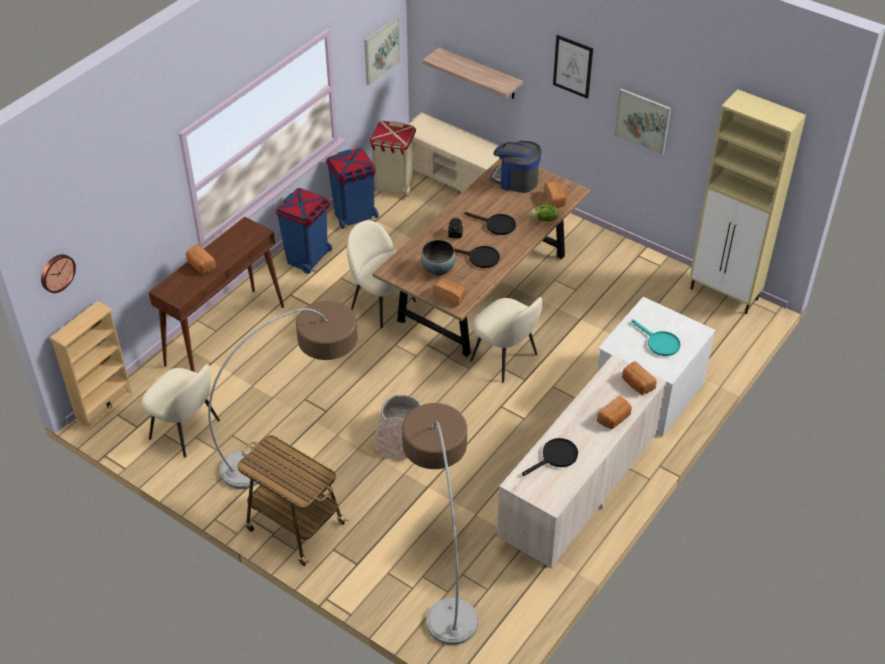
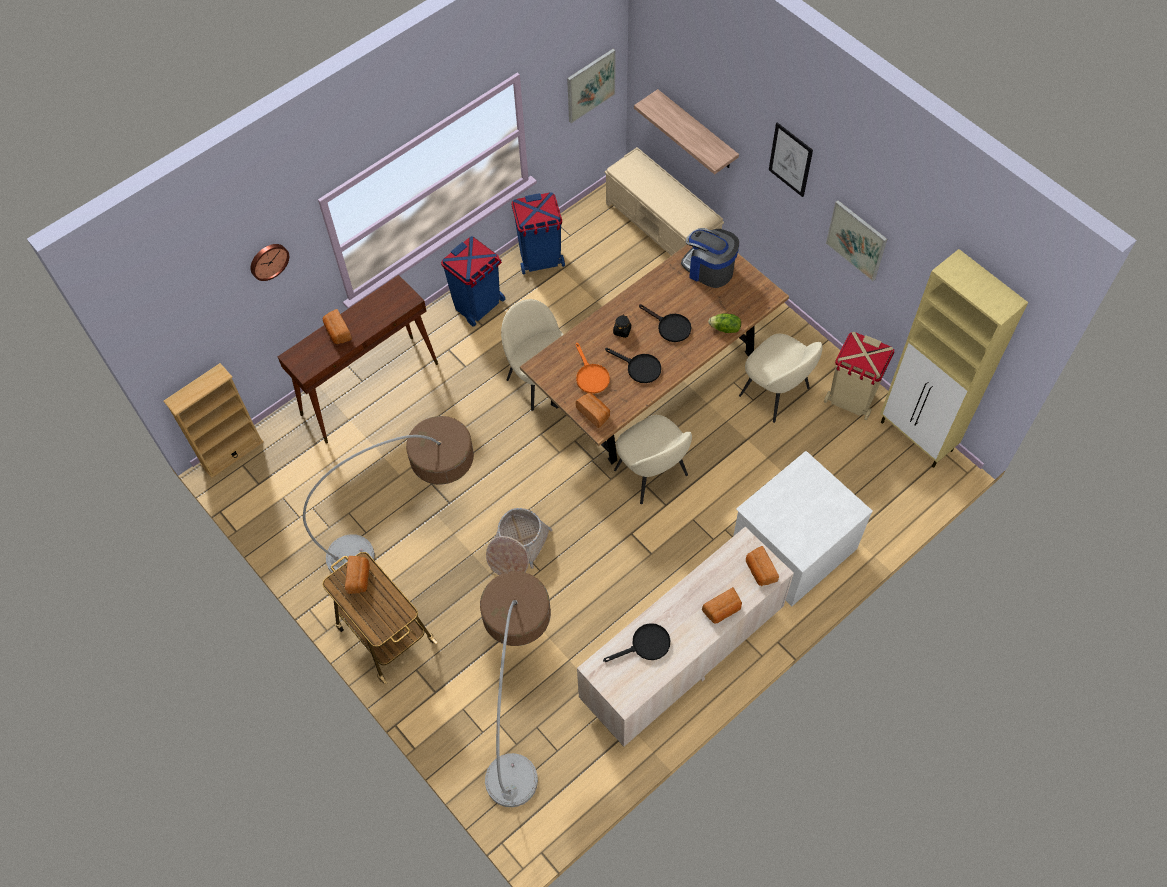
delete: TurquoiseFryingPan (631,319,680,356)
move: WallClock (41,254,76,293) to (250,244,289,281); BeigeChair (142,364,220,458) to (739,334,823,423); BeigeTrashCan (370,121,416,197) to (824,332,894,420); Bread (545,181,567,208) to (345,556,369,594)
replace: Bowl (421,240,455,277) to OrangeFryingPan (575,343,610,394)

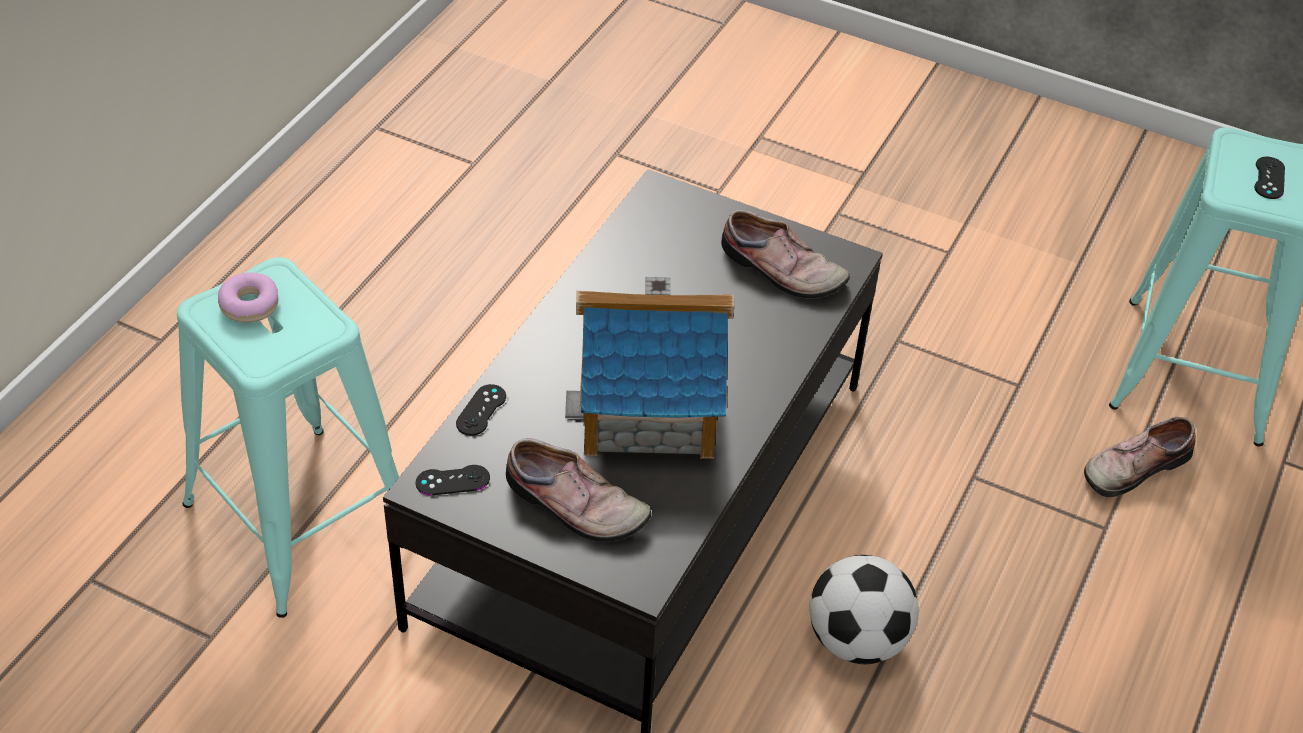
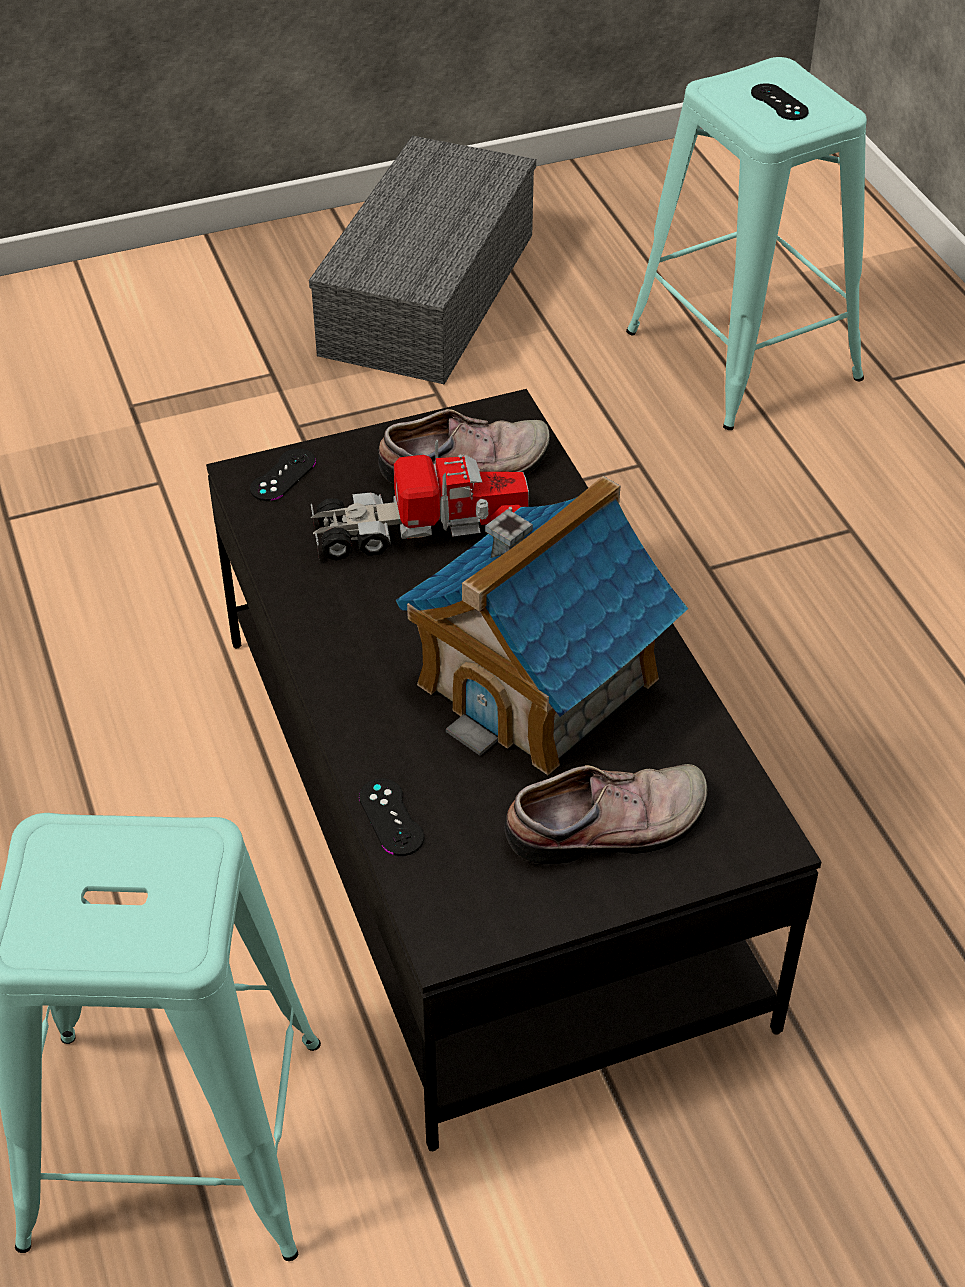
delete: Donut (218,272,279,323); Football (809,555,919,664); Shoe (1084,417,1196,497)
insert: GreyStorageBox (309,136,536,384); ToyTruck (311,440,529,561)
move: BlackGameController (416,465,490,495) to (250,448,316,501)

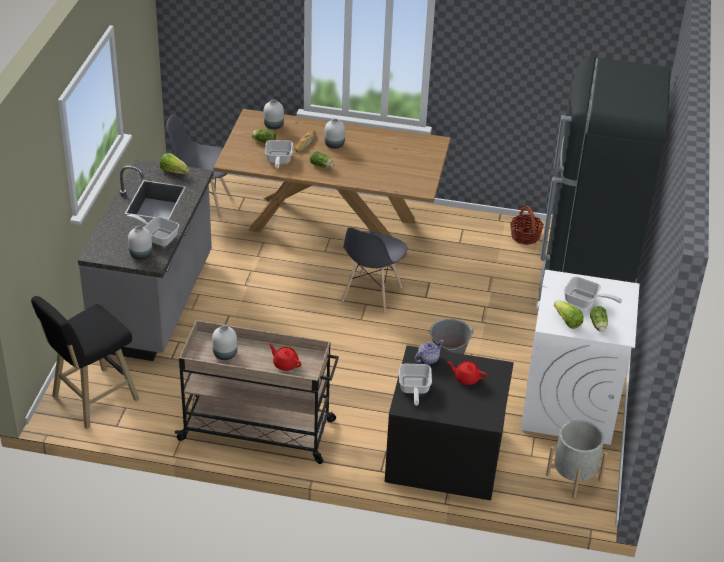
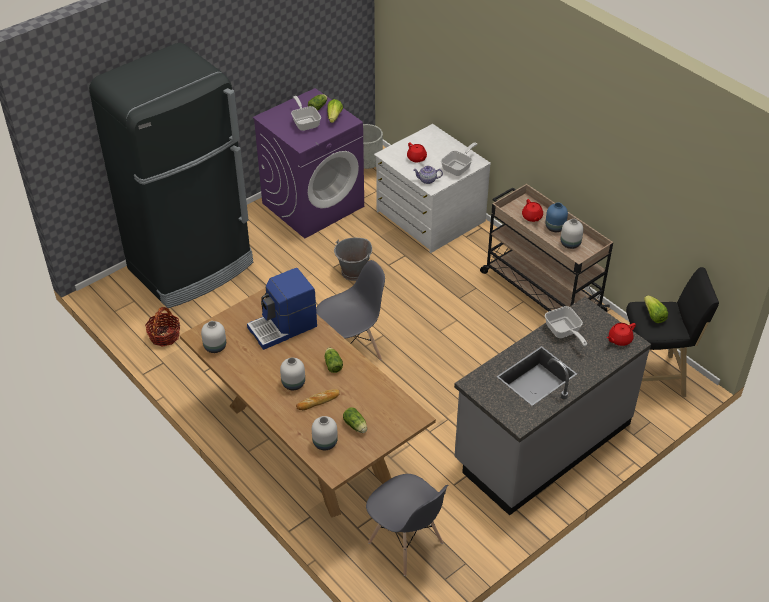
delete: FryingPan (265,140,293,169)
insert: CoffeeMachine (247,268,317,350); BlueVase (545,203,568,232); RedTeapot (607,323,636,346)
move: WhiteVase (128,226,153,260) to (201,321,226,353); Lettuce (160,153,189,174) to (644,295,668,323)
recolor: BlackDresser (385,345,514,500) to WhiteDresser (374,124,491,253); WhiteWashingMachine (521,270,640,445) to PurpleWashingMachine (253,88,364,238)

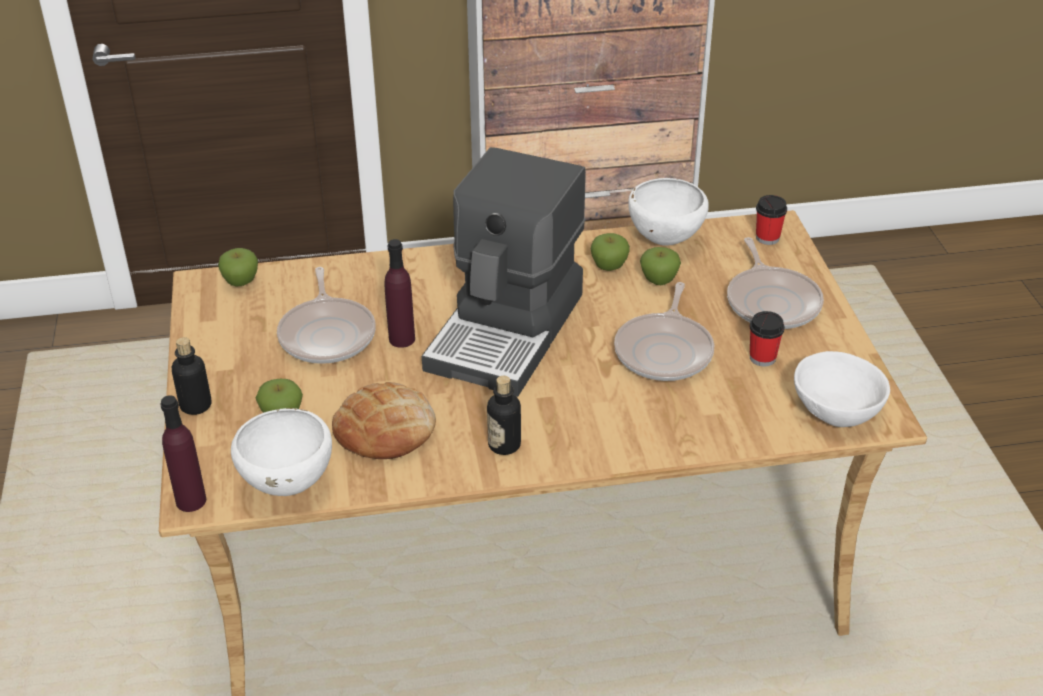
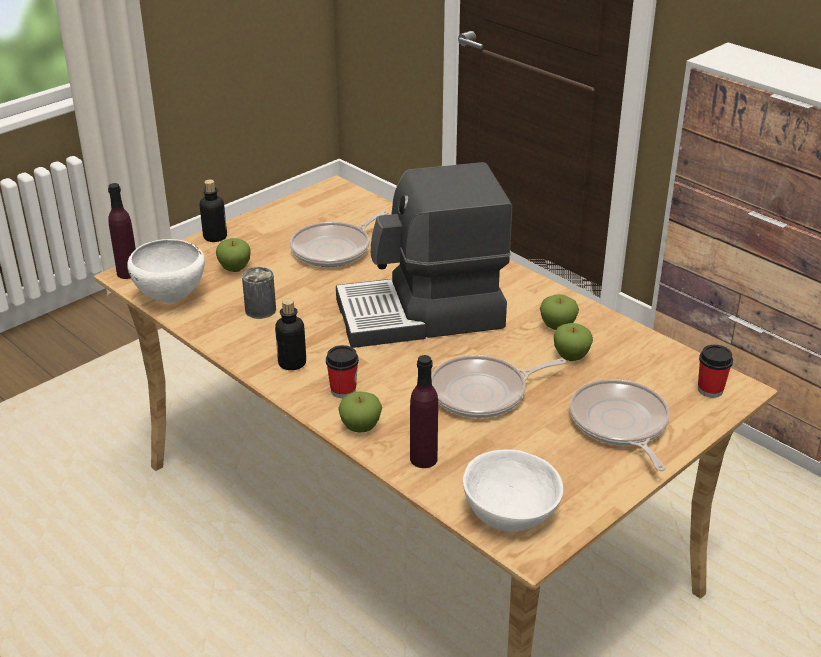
delete: WhiteBowl (628,178,709,246)
move: Apple (218,248,258,286) to (338,392,382,433); PurpleBottle (384,239,415,348) to (410,355,438,468); Cup (749,311,785,366) to (326,345,359,398)
replace: Bread (332,382,436,459) to Can (242,267,276,319)
rotate: FryingPan (727,237,824,329) = (569,379,670,471) 120 degrees clockwise

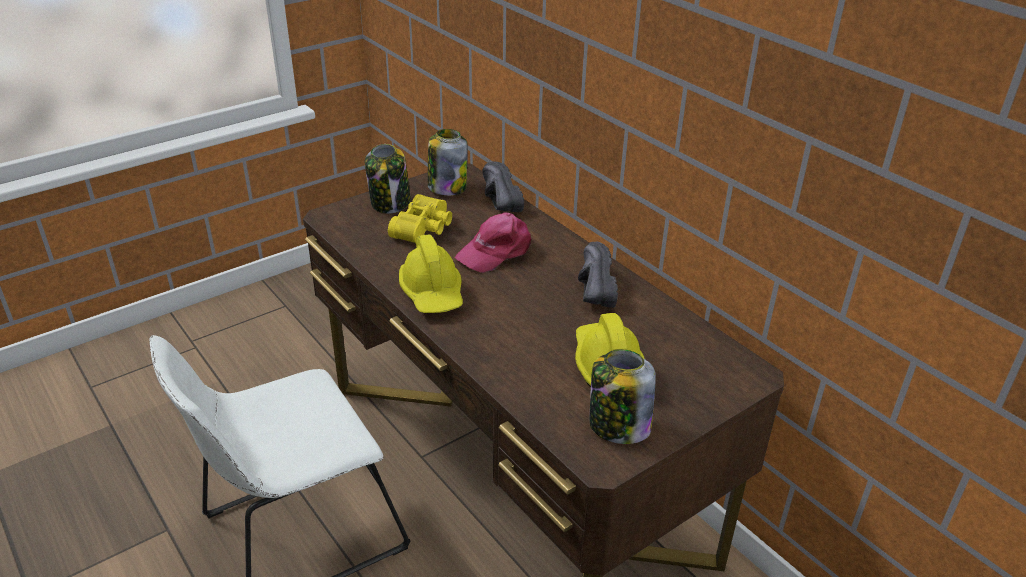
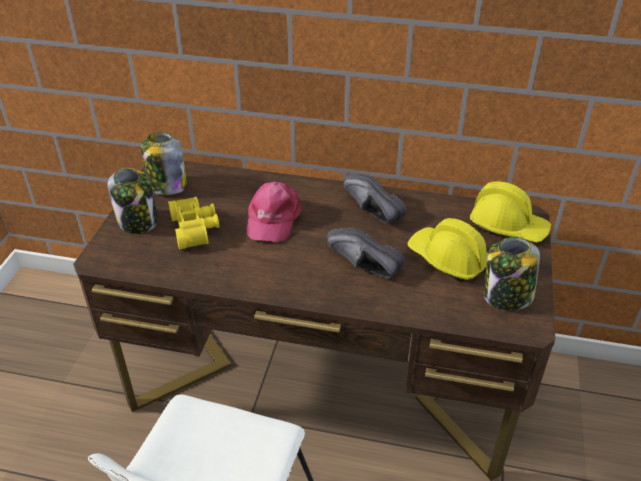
move: YellowHardHat (399,234,463,313) to (470,182,551,242); BlackShoe (482,161,524,212) to (325,228,405,278)

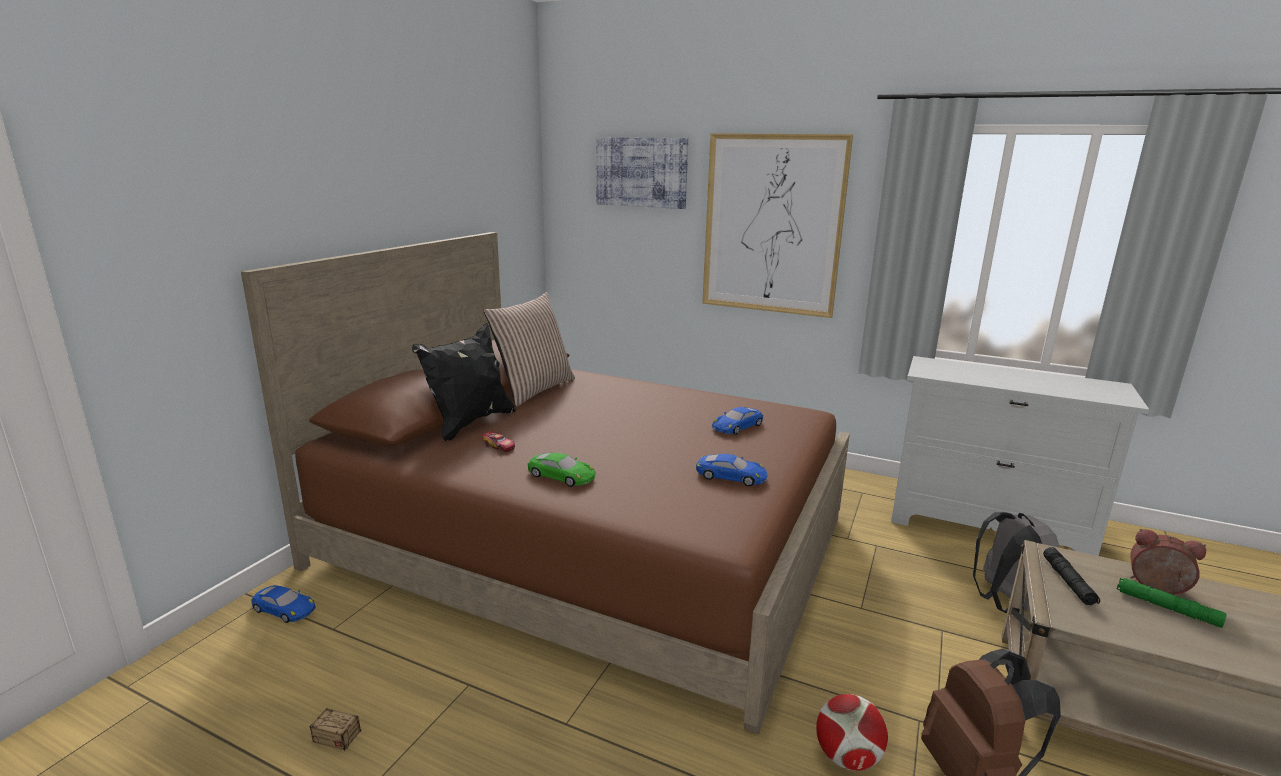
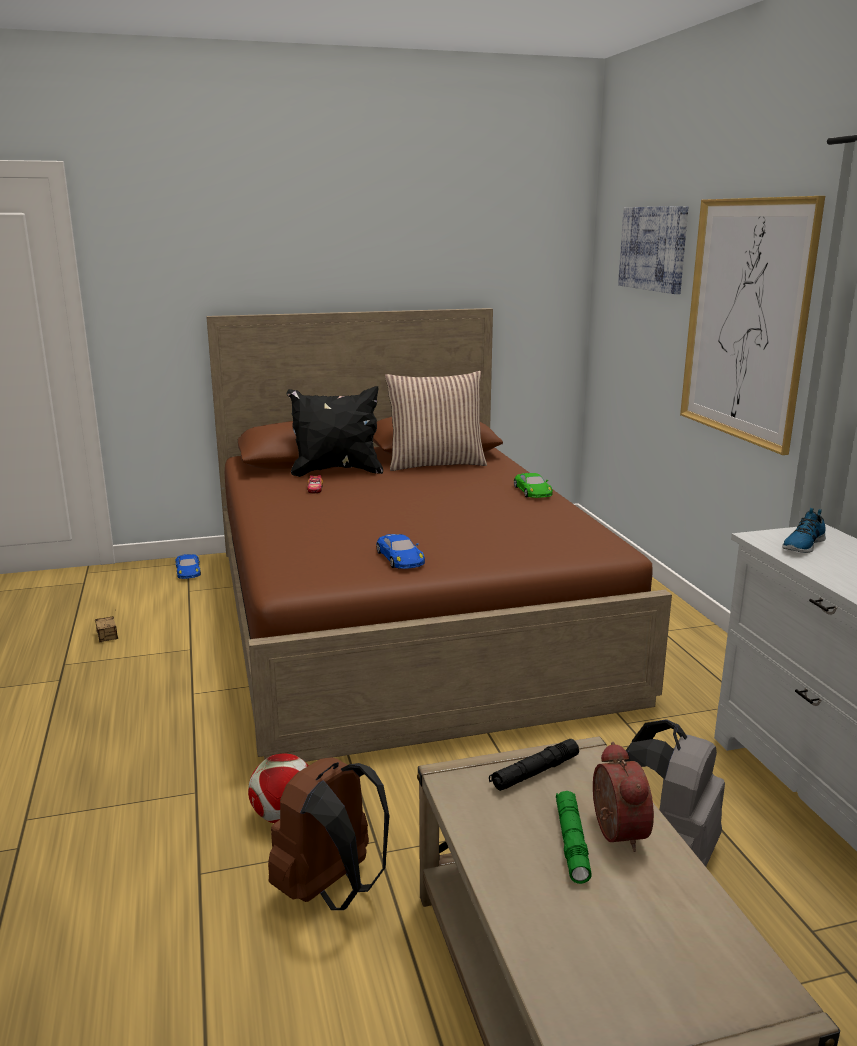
delete: BlueToyCar (712,407,763,435)
insert: Shoe (782,508,826,553)
move: GreenToyCar (528,453,595,487) to (514,473,553,498)

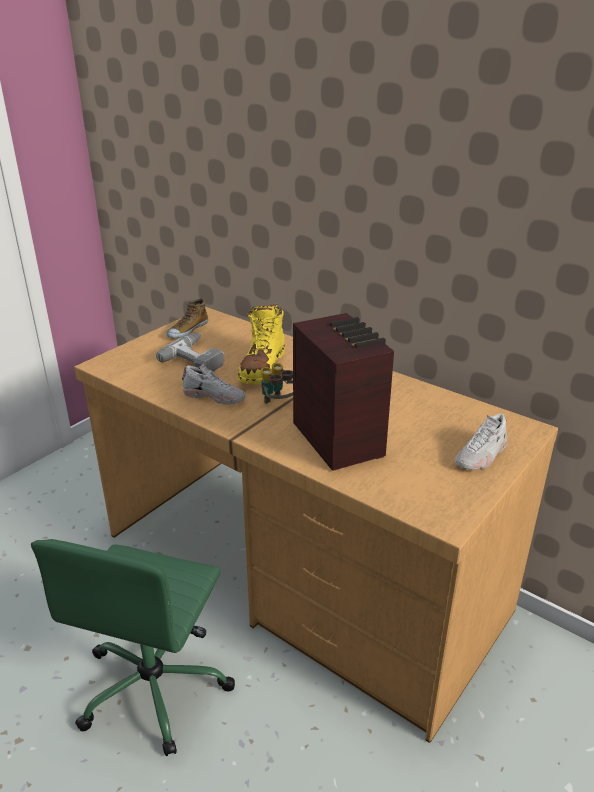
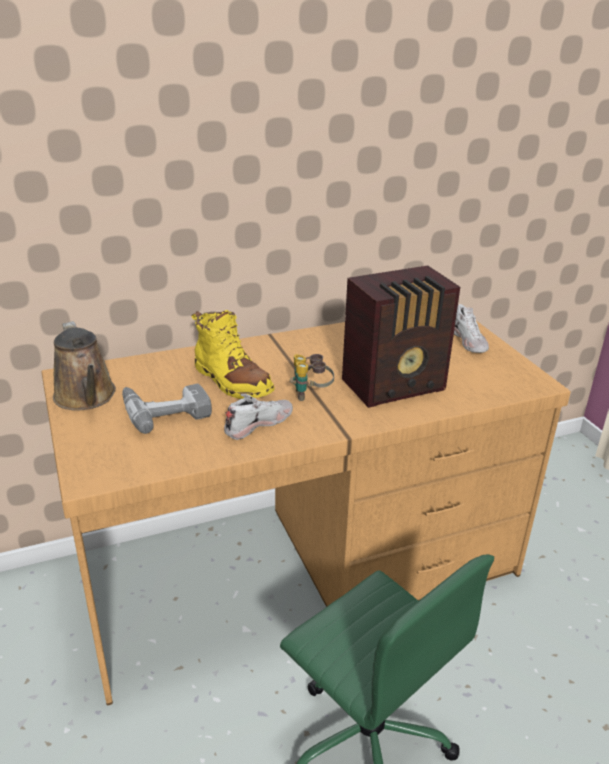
replace: Shoe (166,298,208,338) to BrownWateringCan (53,321,116,411)
rotate: Radio (293,313,394,471) = (342,265,460,408) 150 degrees clockwise

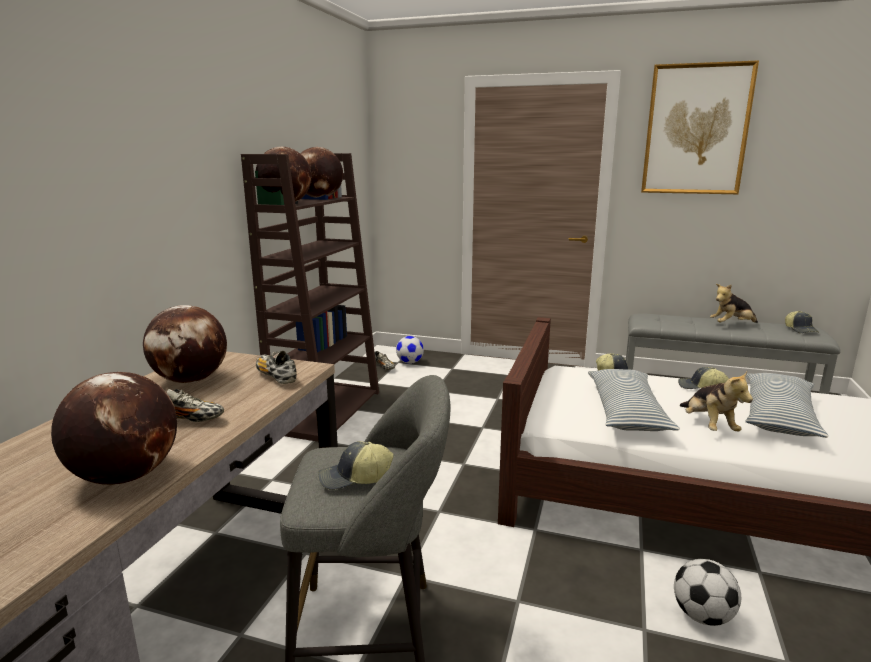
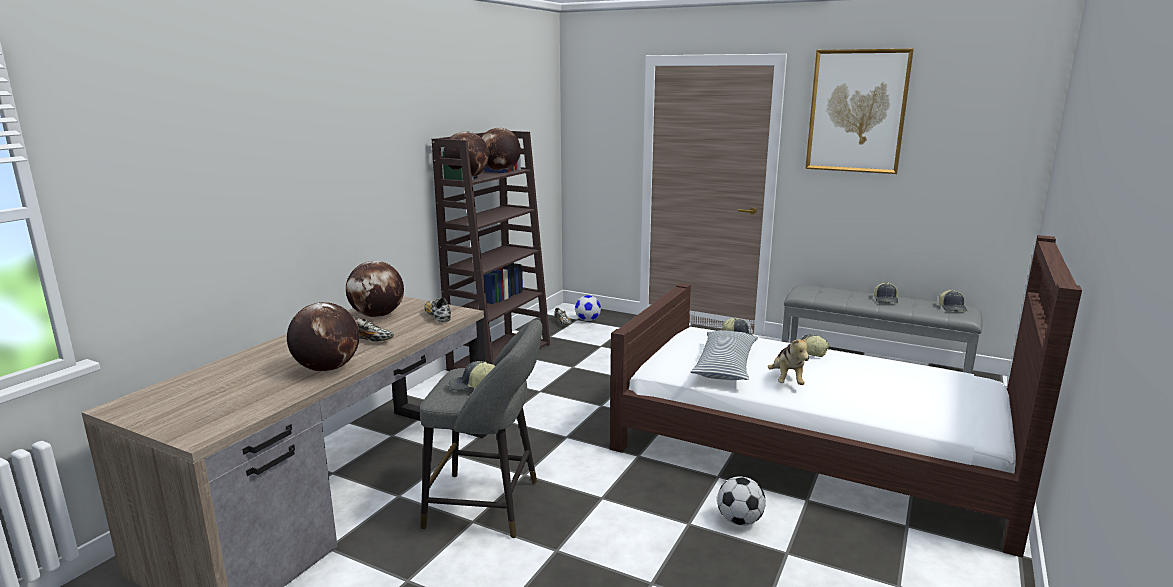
delete: Pillow (745,373,828,438)
replace: PlushToy (710,284,758,323) to Cap (874,282,898,303)

